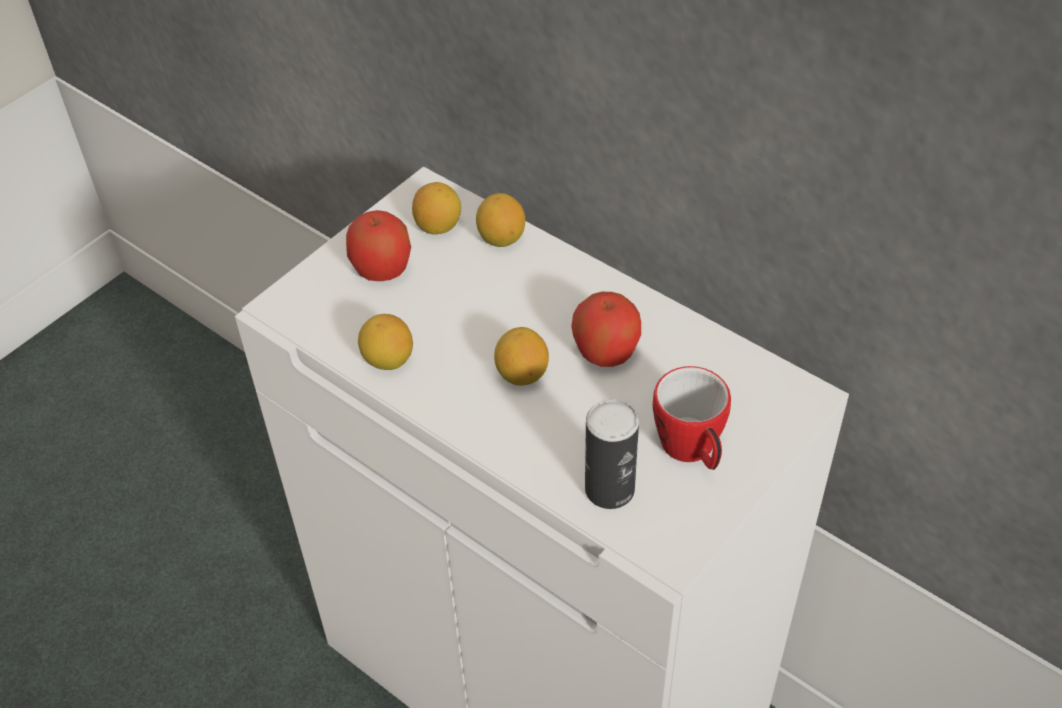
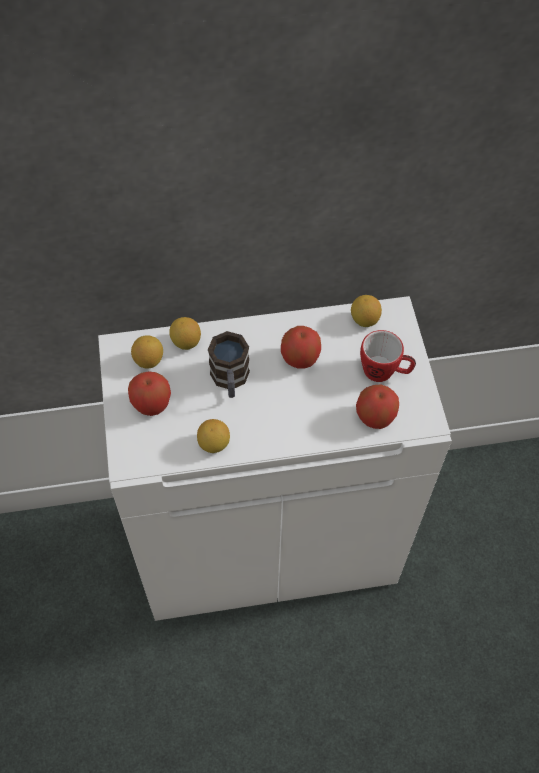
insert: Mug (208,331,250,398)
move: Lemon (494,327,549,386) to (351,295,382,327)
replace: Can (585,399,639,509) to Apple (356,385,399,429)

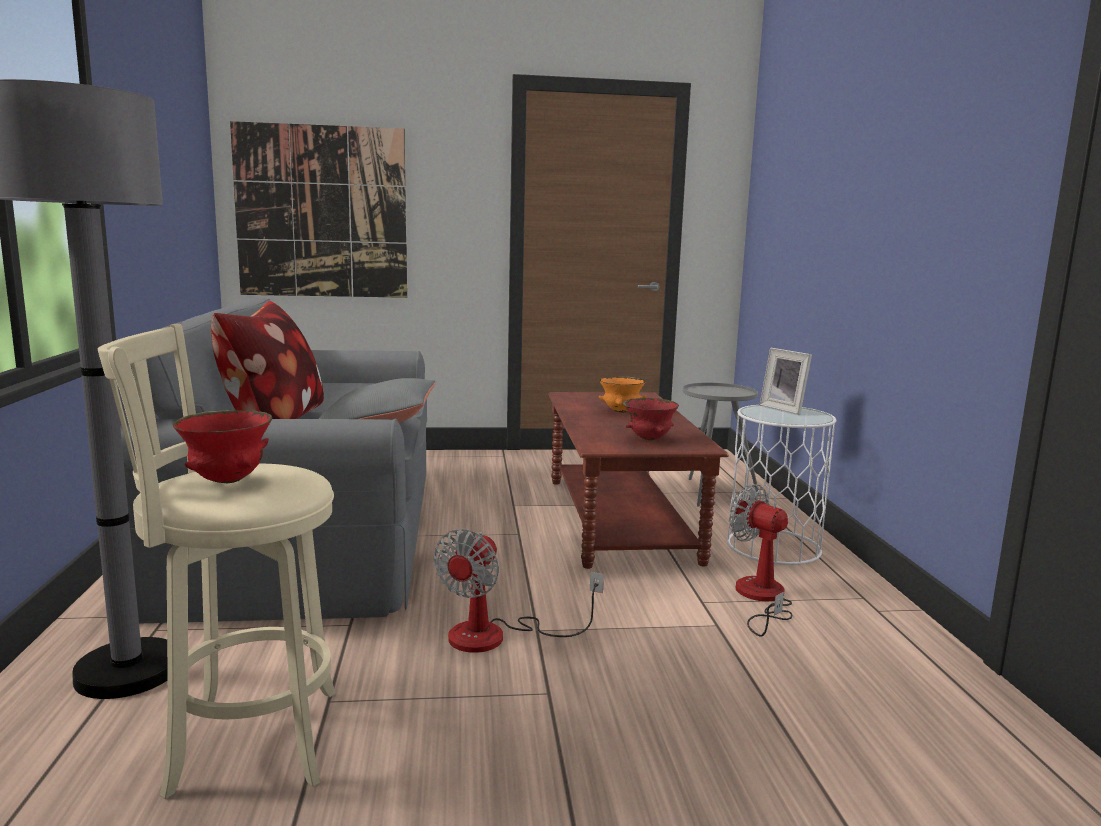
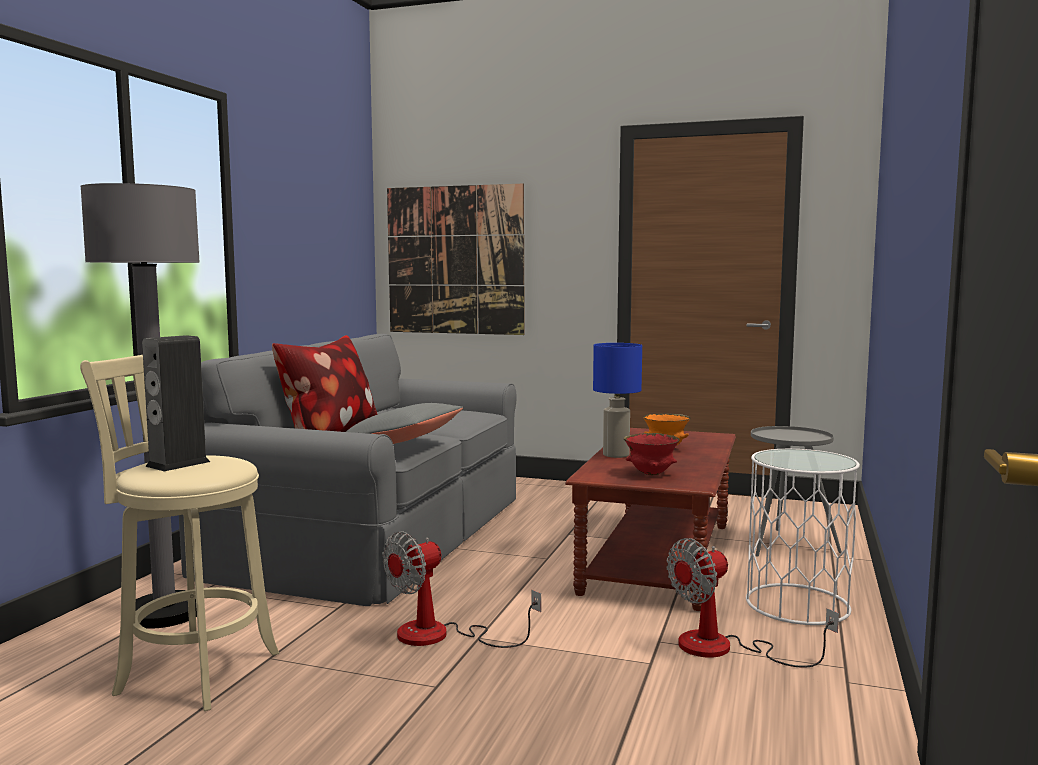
delete: PictureFrame (760,348,812,414)
insert: BlueTableLamp (593,343,642,458)
replace: RedBowl (173,410,272,483) to Speaker (142,335,210,471)
rotate: Fan (729,484,792,637) = (667,538,839,668) 105 degrees counterclockwise

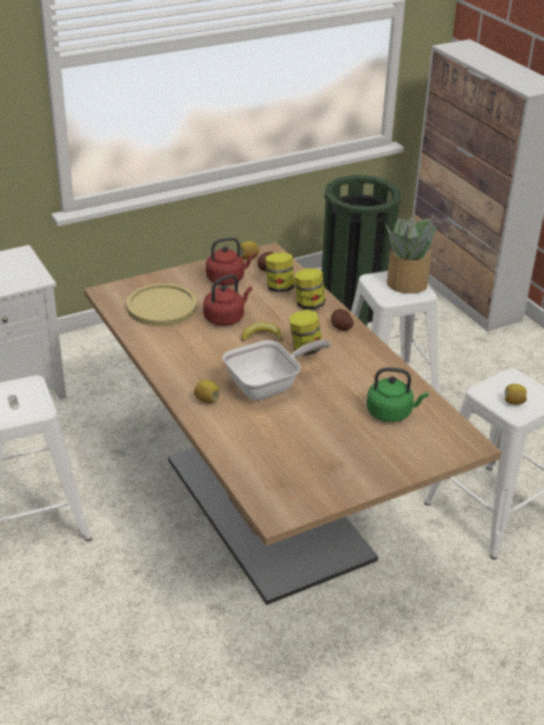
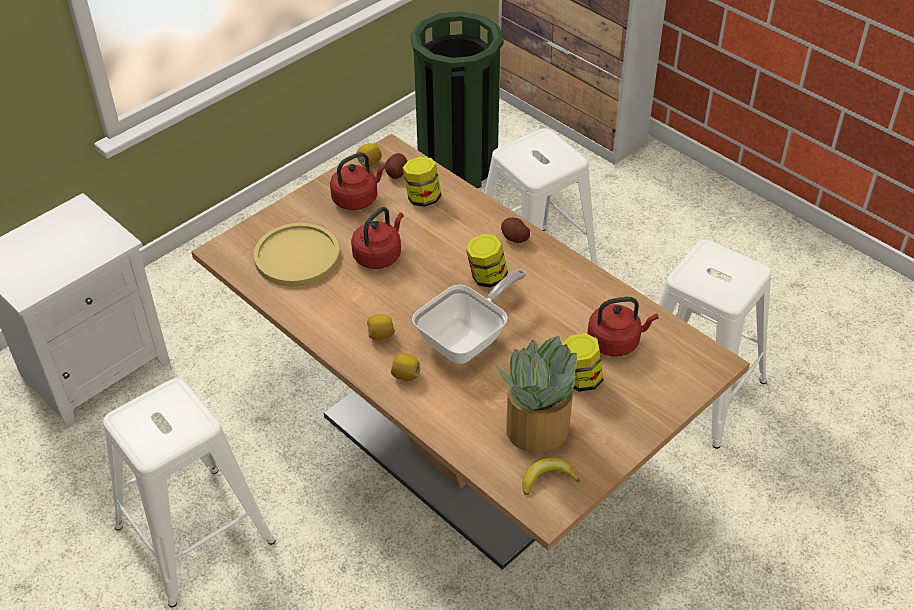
move: Banana (241,322,283,342) to (522,457,580,495); Jar (294,268,325,309) to (561,333,603,392); PottedPlant (385,217,437,294) to (496,336,577,453); Lemon (505,384,527,405) to (367,314,395,340)
recolor: GreenKettle (367,367,428,422) to RedKettle (587,297,658,357)

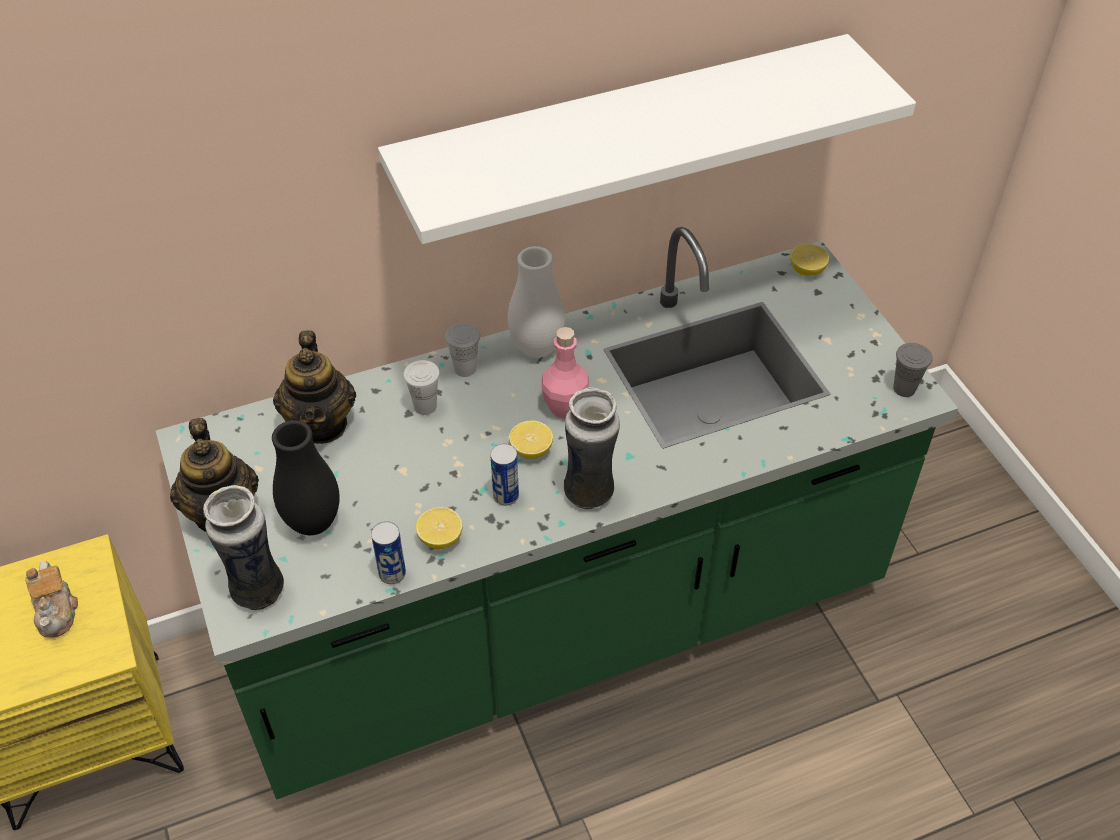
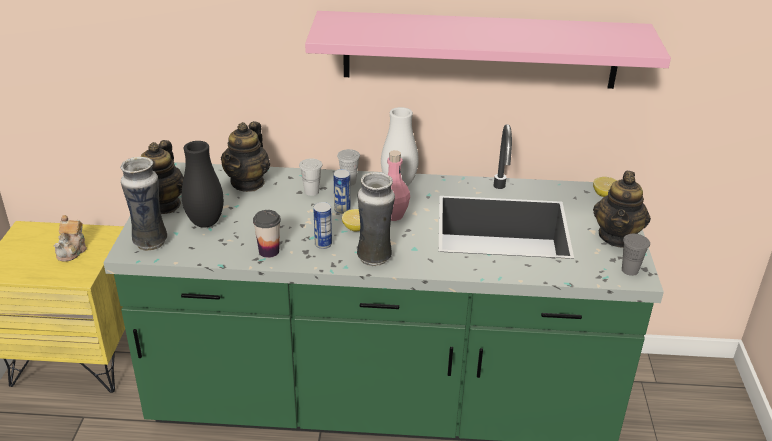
insert: Teapot (593,171,651,248)
move: Can (371,521,406,584) to (333,169,350,214)
replace: Lemon (416,507,463,549) to Cup (253,210,281,258)
recolor: WhiteShelf (378,34,916,244) to PinkShelf (305,11,671,89)

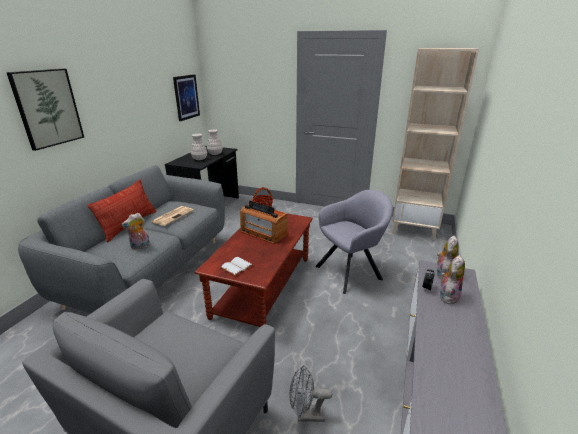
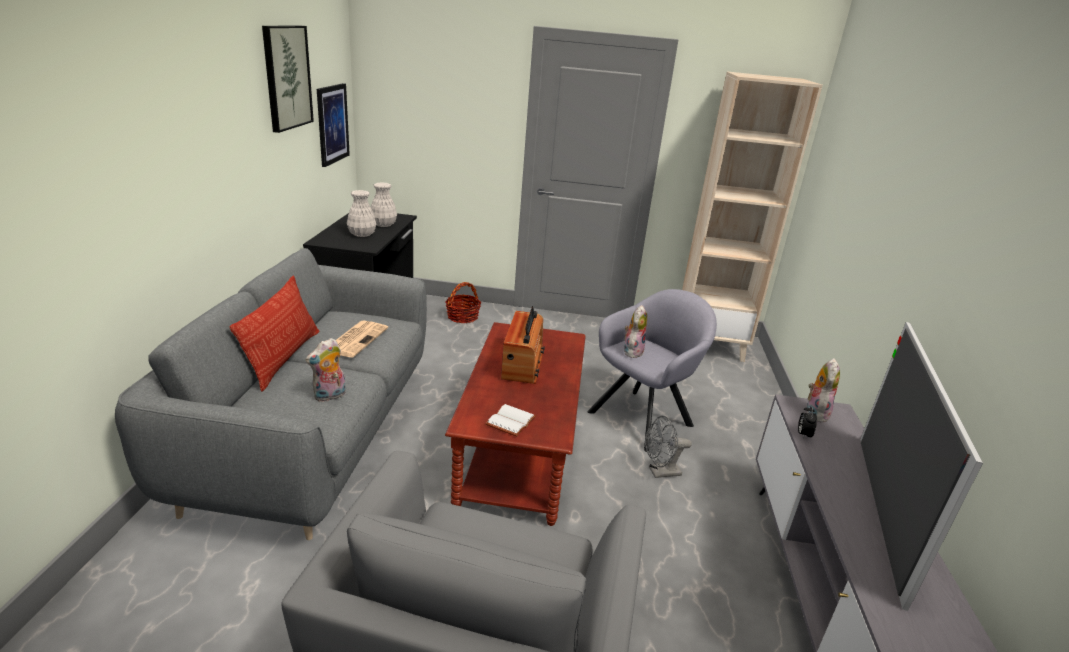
insert: Television (860,322,983,611)
move: Picture (6,69,84,151) to (262,25,314,133); GreyFan (289,365,332,422) to (645,416,692,478); PlushToy (440,255,465,304) to (624,305,647,358)
rotate: Radio (240,201,287,244) = (501,306,545,384) 105 degrees counterclockwise

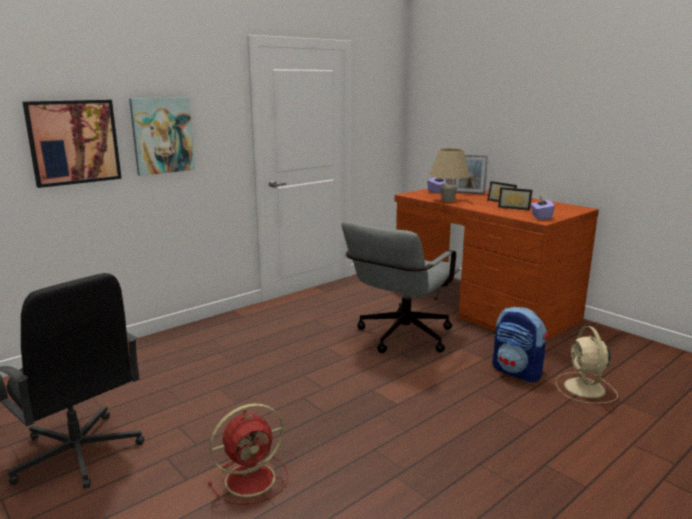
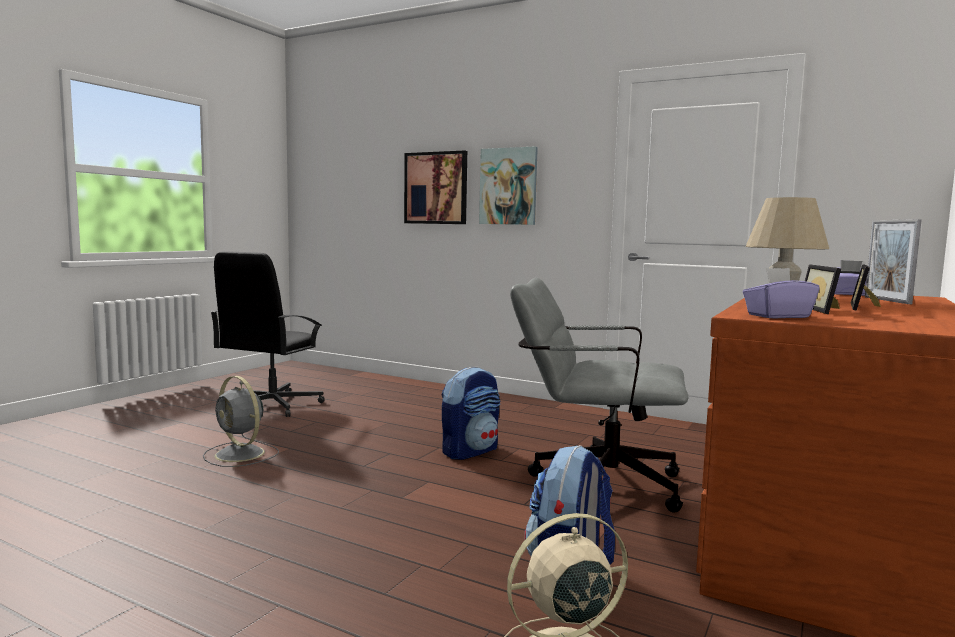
insert: Backpack (441,366,501,460)
recolor: RedFan (208,403,288,505) to GreyFan (203,376,279,467)

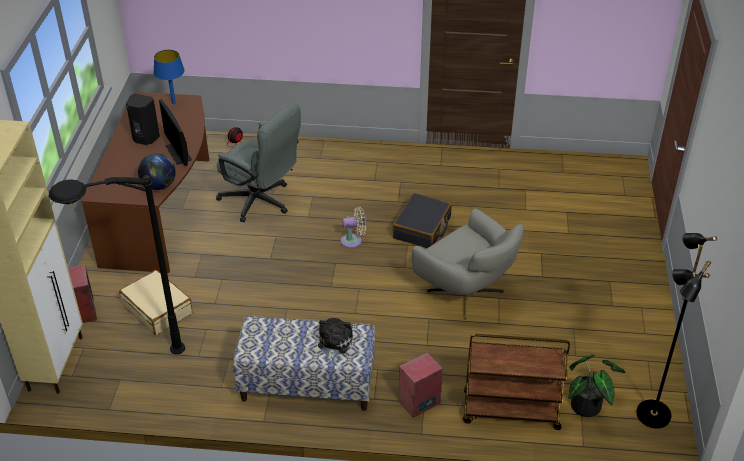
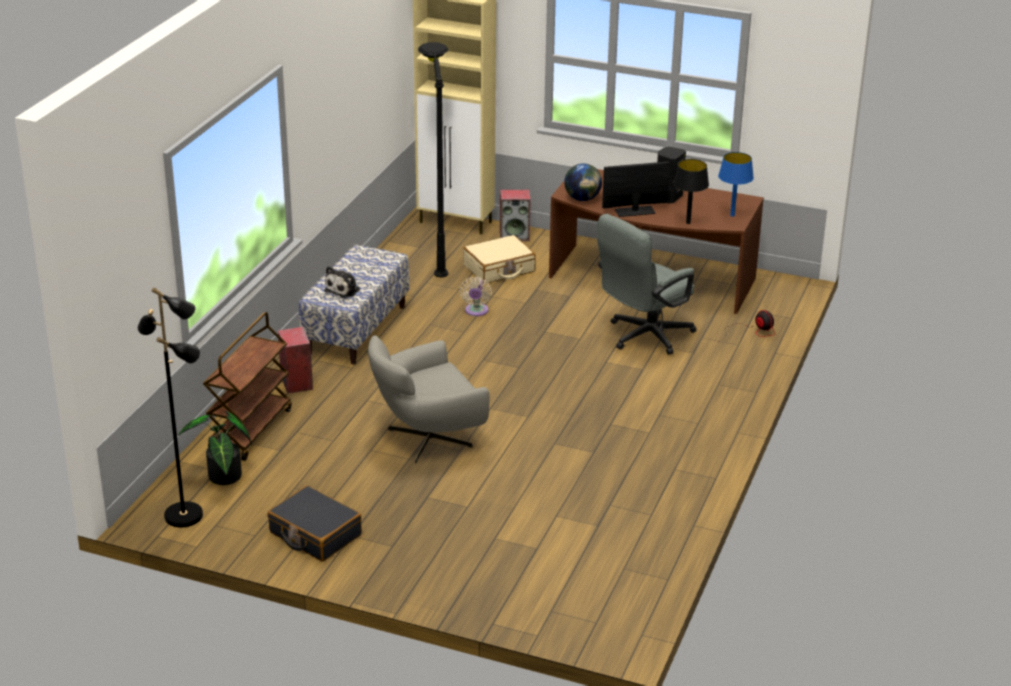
insert: BlackTableLamp (673,159,709,224)
move: BeigeFan (340,207,366,248) to (460,277,492,316); BlackSuitcase (393,193,452,248) to (267,486,362,561)
rotate: PlushToy (318,318,353,362) = (324,266,360,298) 90 degrees clockwise

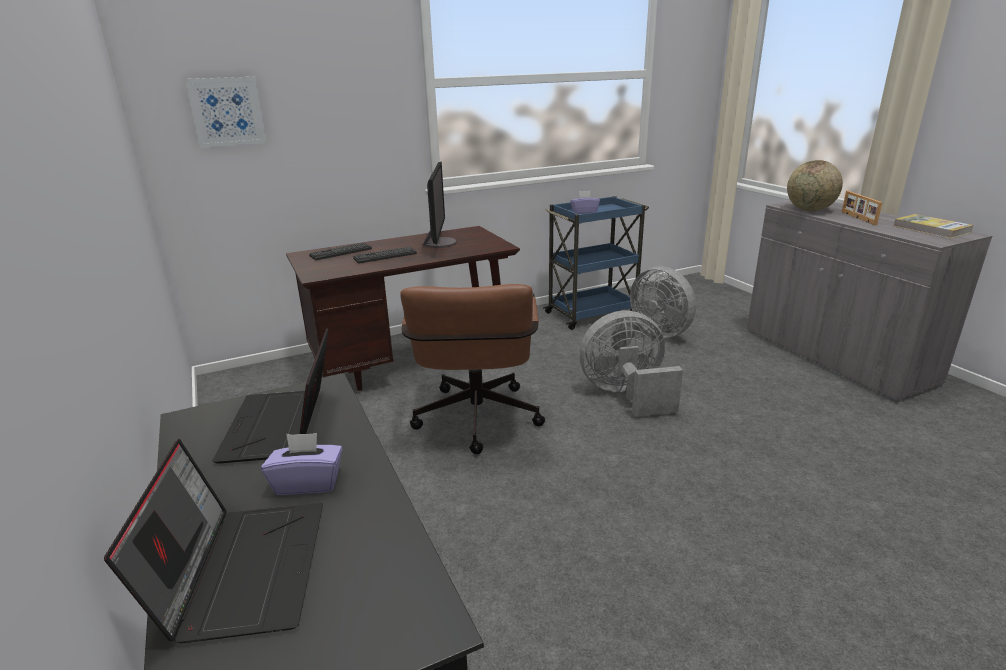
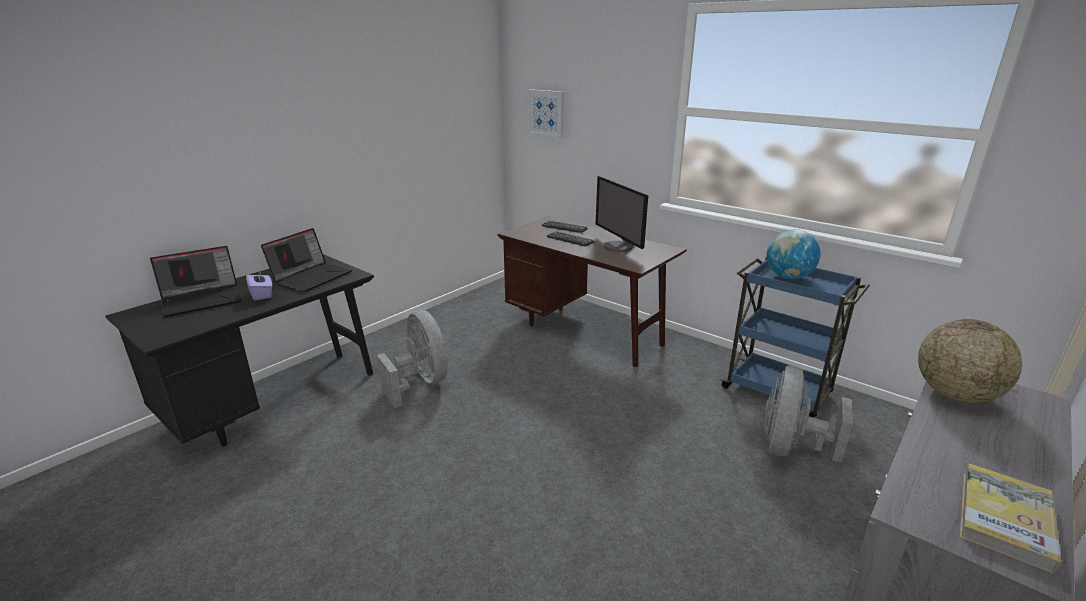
delete: BrownOfficeChair (401,284,545,455); PictureFrame (842,191,883,225)
move: GreyFan (579,311,683,417) to (377,310,448,408)
replace: PurpleTissueBox (570,191,600,214) to Globe (766,229,821,279)
rotate: Laptop (212,328,329,464) = (261,228,352,292) 150 degrees clockwise; Monitor (423,161,456,248) = (596,176,648,252) 90 degrees clockwise

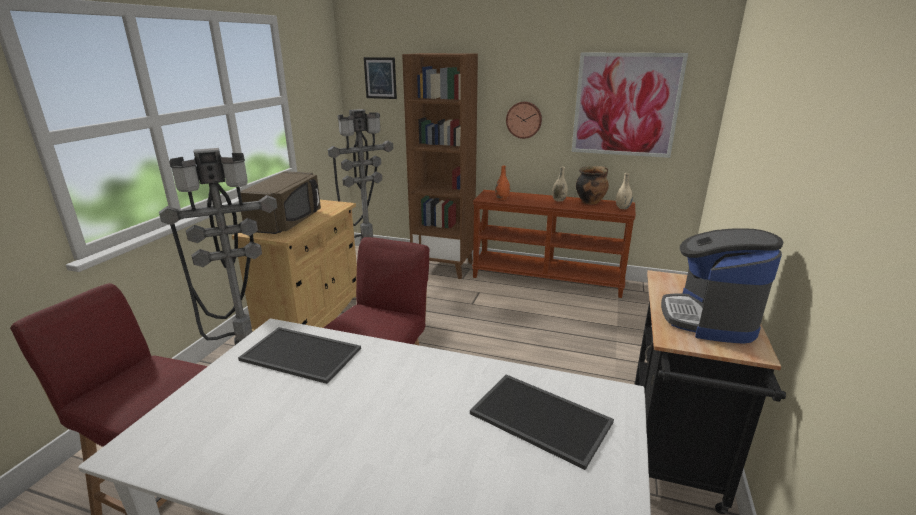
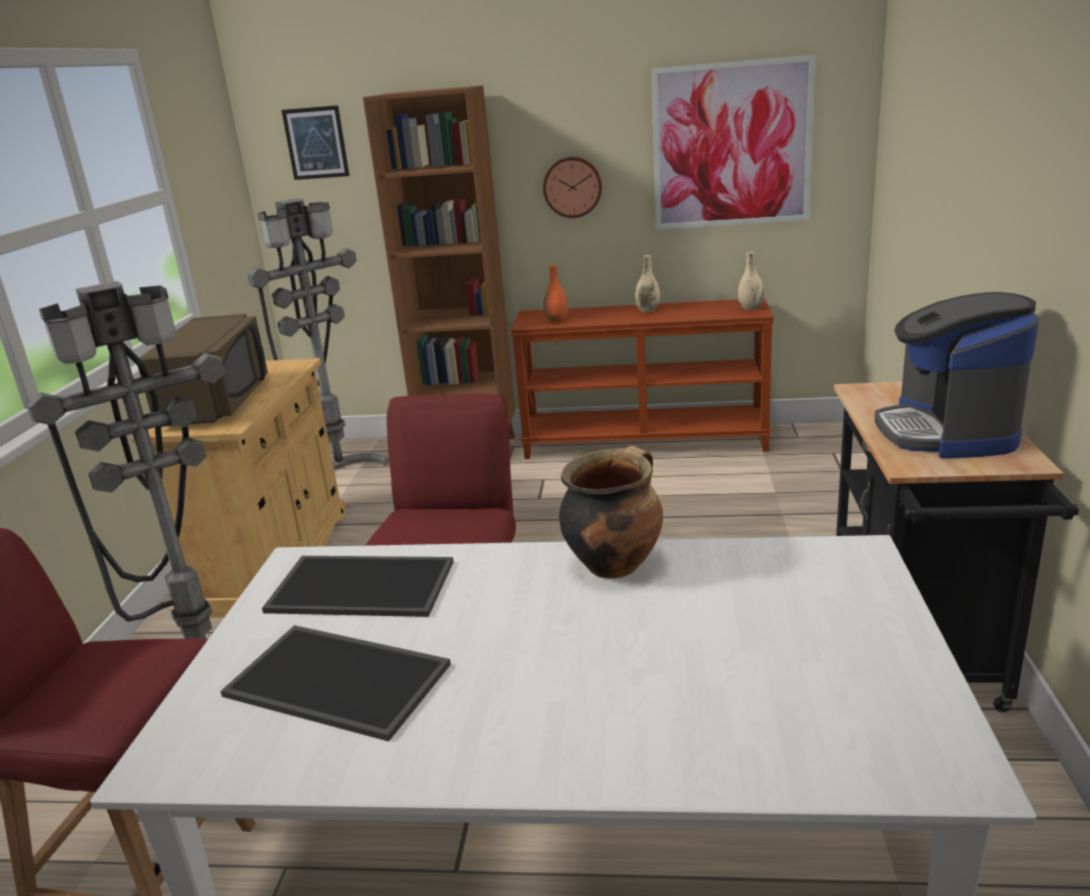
move: Tray (470,374,614,470) to (221,625,451,741); CookingPot (576,166,609,204) to (559,446,663,579)

